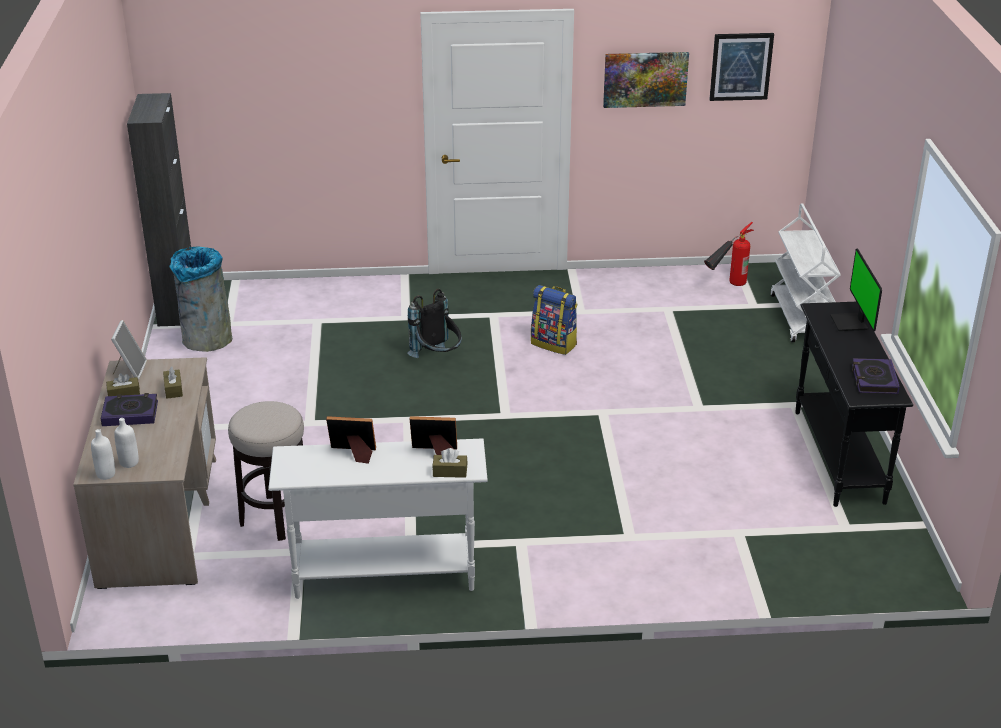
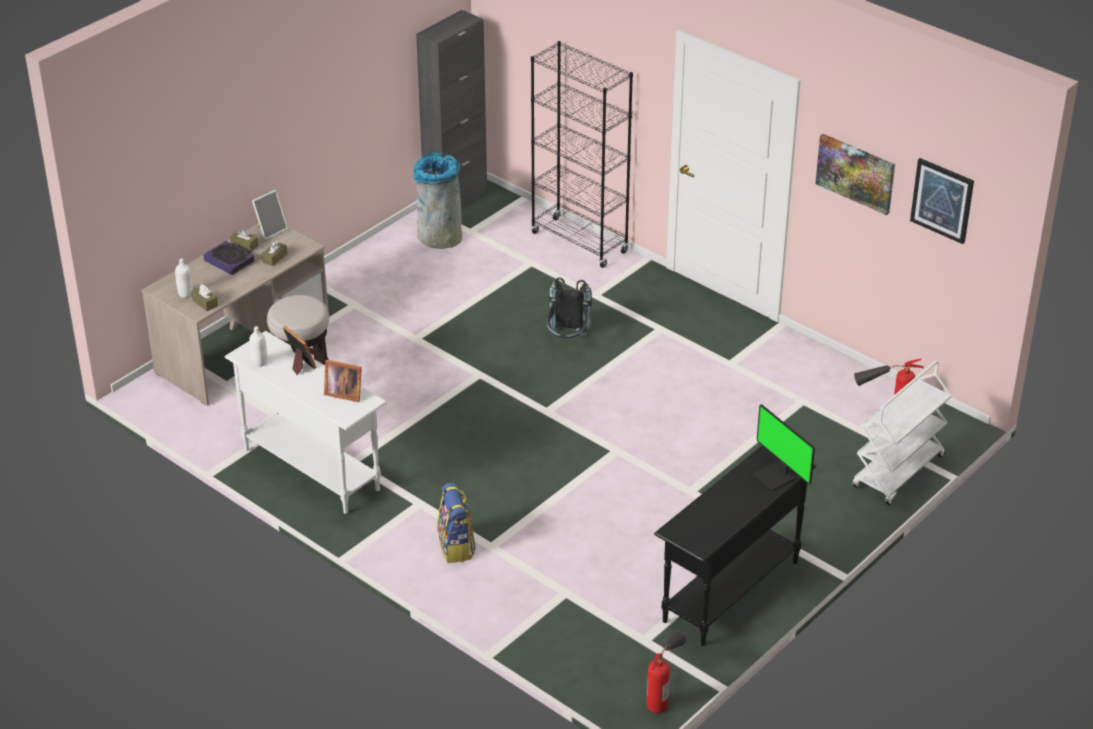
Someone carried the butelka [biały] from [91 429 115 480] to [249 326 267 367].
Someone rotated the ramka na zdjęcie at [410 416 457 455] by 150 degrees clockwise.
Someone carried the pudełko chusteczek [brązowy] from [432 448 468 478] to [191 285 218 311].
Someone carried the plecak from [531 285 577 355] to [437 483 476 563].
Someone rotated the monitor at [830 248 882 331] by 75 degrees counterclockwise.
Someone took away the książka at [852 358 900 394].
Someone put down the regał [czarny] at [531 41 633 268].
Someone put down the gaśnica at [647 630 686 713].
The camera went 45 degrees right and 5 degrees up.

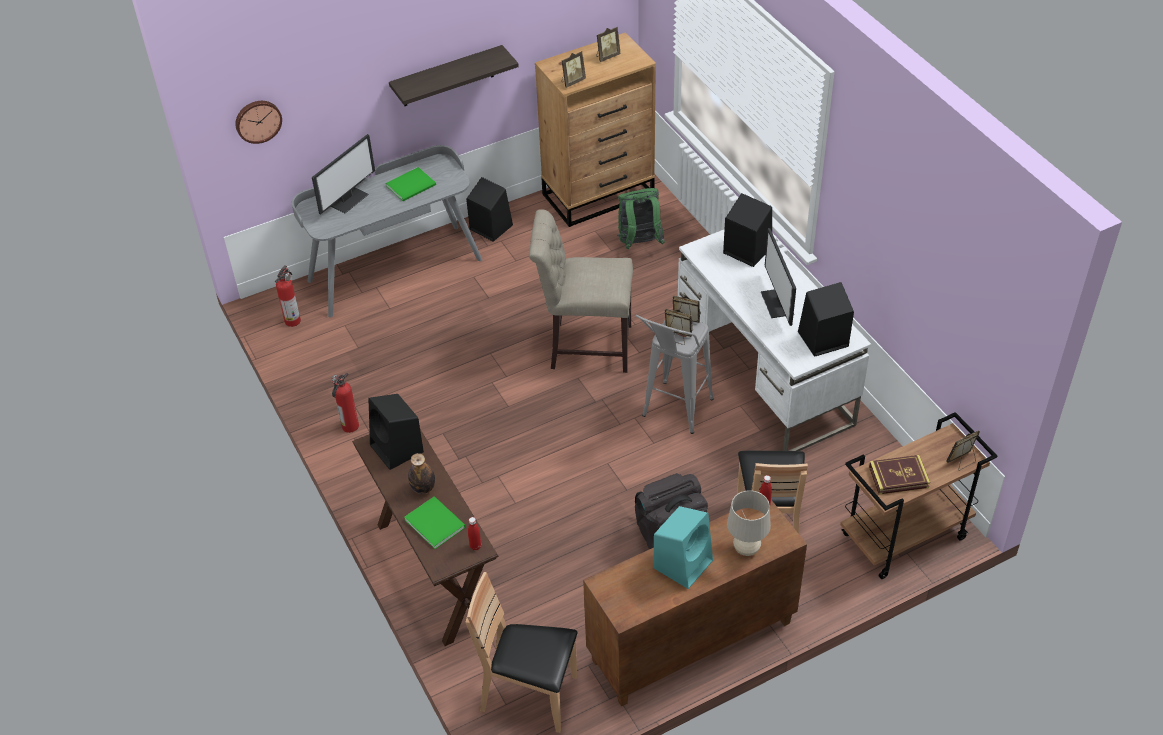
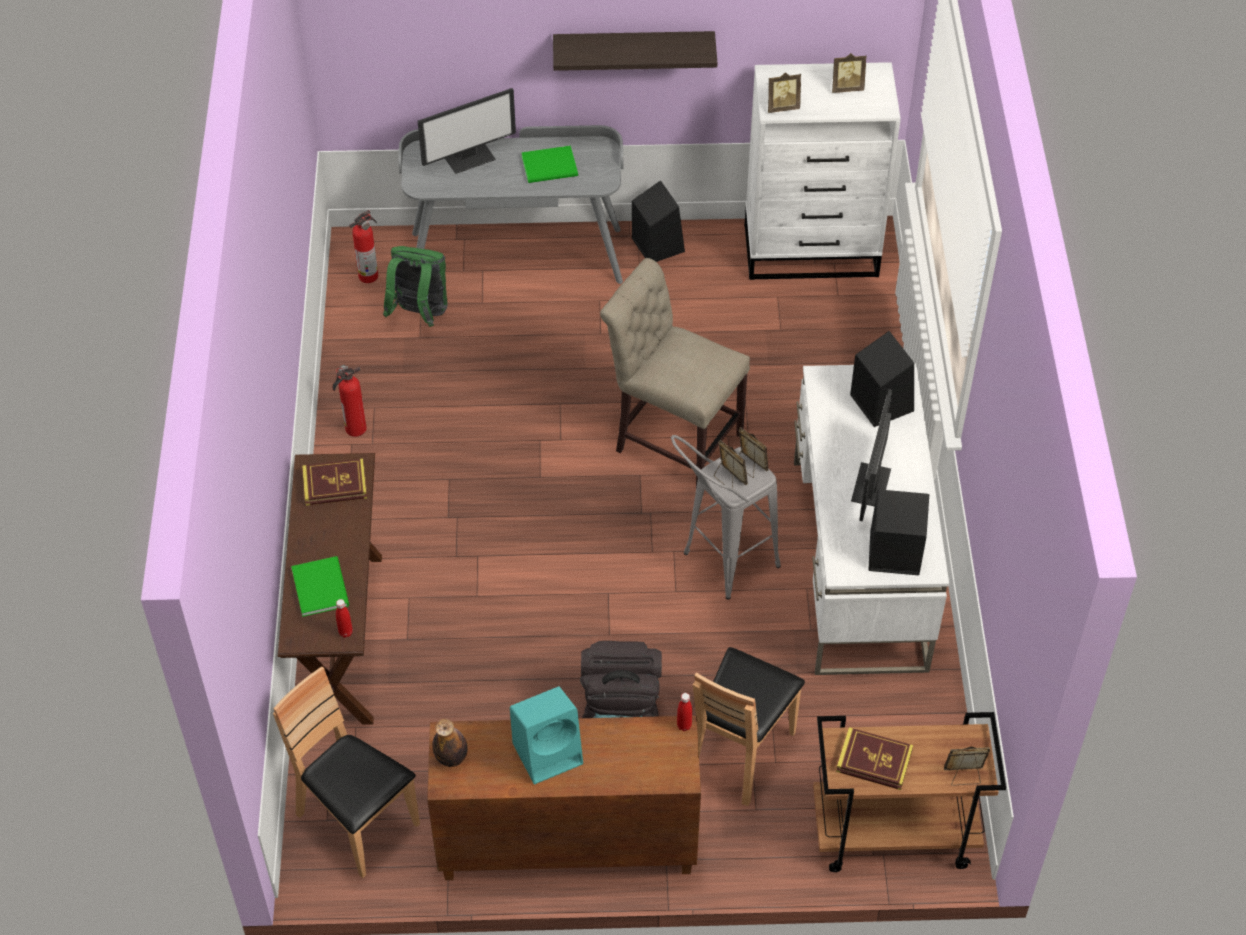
Someone took away the zegar ścienny at [235 101 282 144].
Someone swapped the głośnik [czarny] at [368 394 424 470] for the książka at [302 459 367 506].
Someone carried the butelka from [408 453 435 494] to [432 719 468 767].
Someone repainted the komoda [brązowy] at [535 33 656 227], which became the komoda [biały] at [744 62 901 280].
Someone carried the plecak [zielony] from [617 188 665 249] to [383 246 447 327].
Someone took away the lampa stołowa [beżowy] at [727 490 771 556].
The camera went 25 degrees right and 5 degrees up.

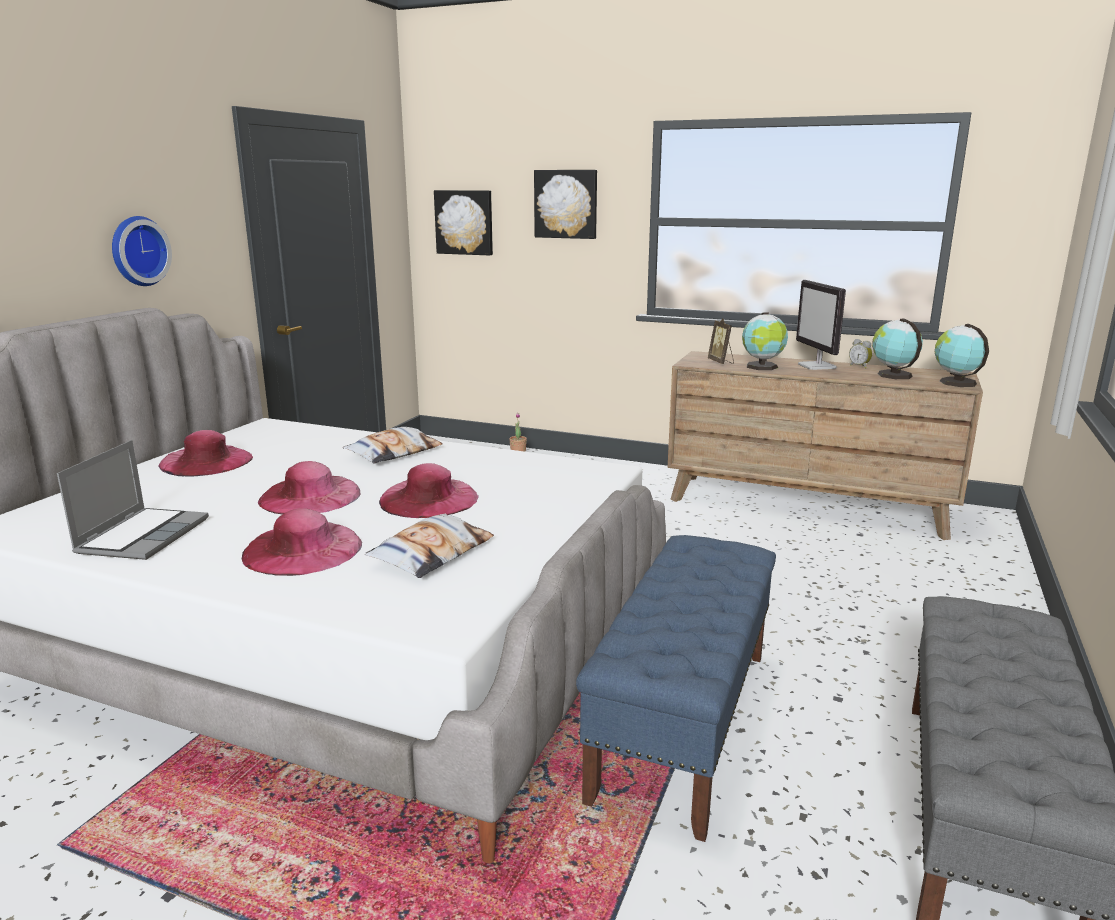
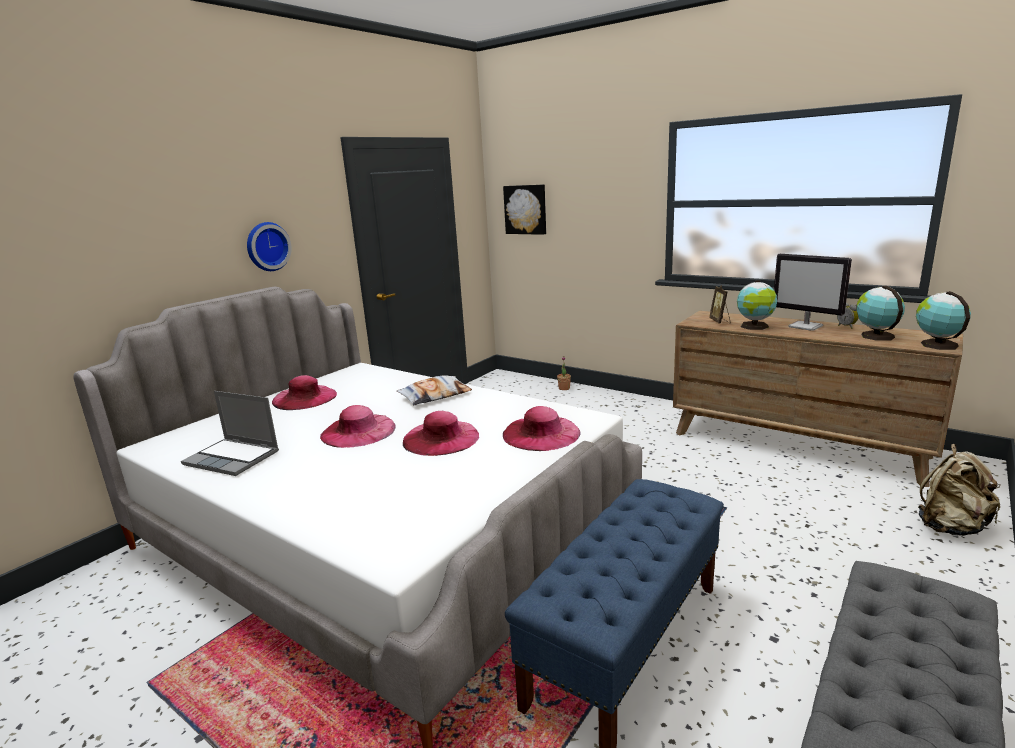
Someone rotated the laptop at [57 440 209 560] by 90 degrees clockwise.
Someone carried the kapelusz [różowy] from [242 508 362 576] to [503 406 581 451].
Someone took away the poduszka at [365 514 494 578].
Someone took away the obraz at [534 170 597 239].
Someone rotated the monitor at [796 280 846 370] by 45 degrees counterclockwise.
Someone put down the plecak [beżowy] at [918 444 1001 536].
The camera went 15 degrees right and 0 degrees up.

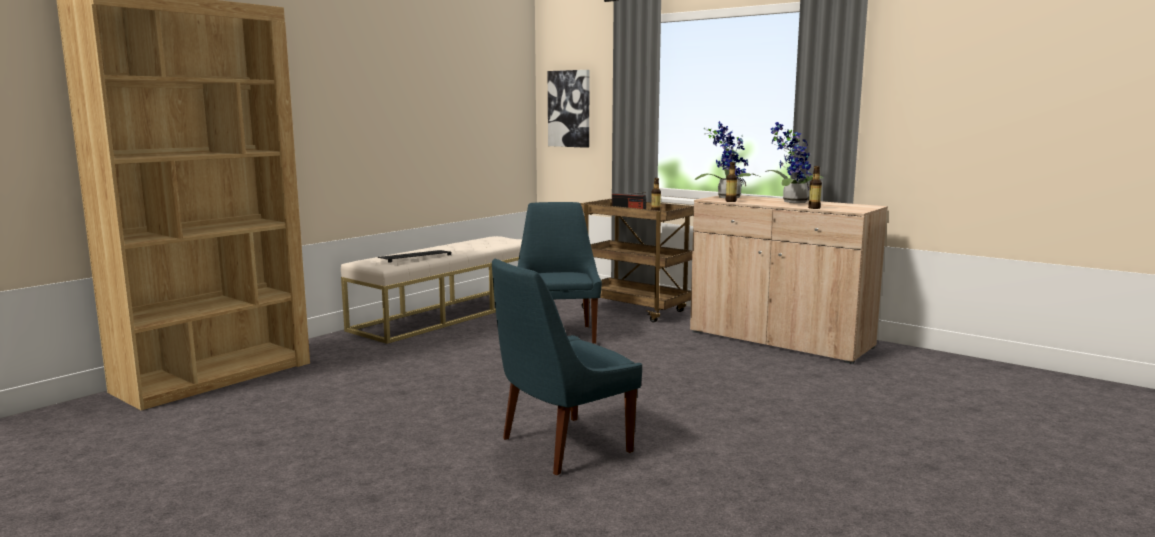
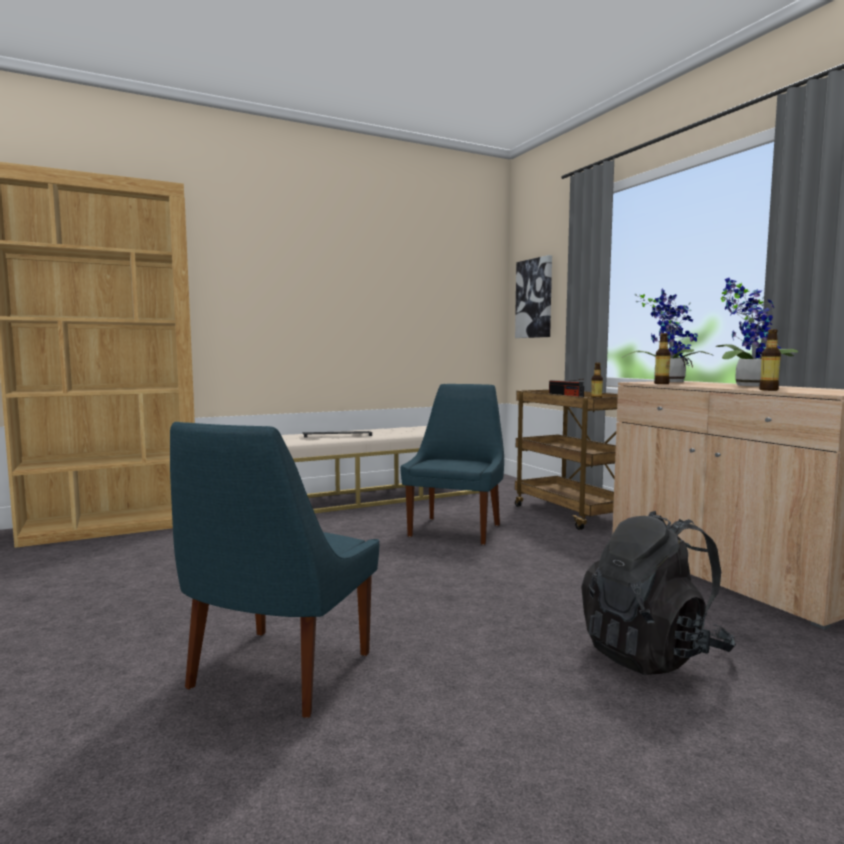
Someone rotated the krzesło [niebieski] at [492 259 642 475] by 60 degrees counterclockwise.
Someone put down the plecak [czarny] at [581 511 736 675].
The camera went 25 degrees right and 5 degrees down.

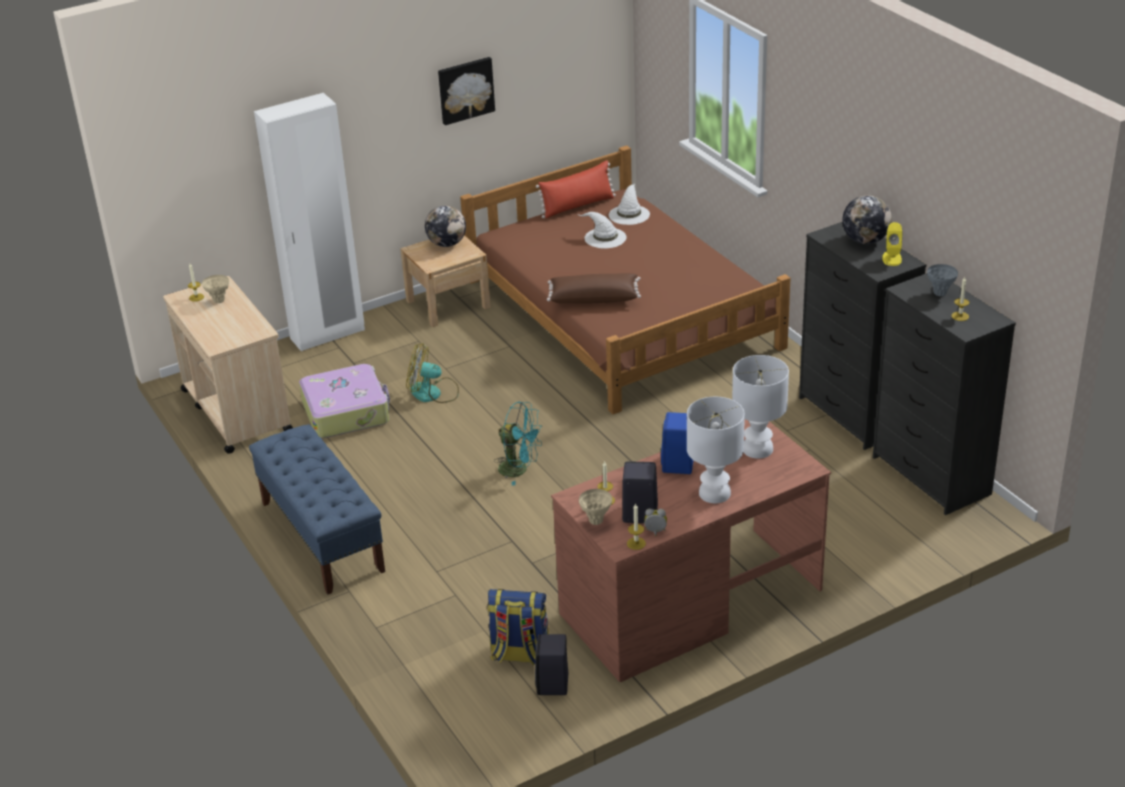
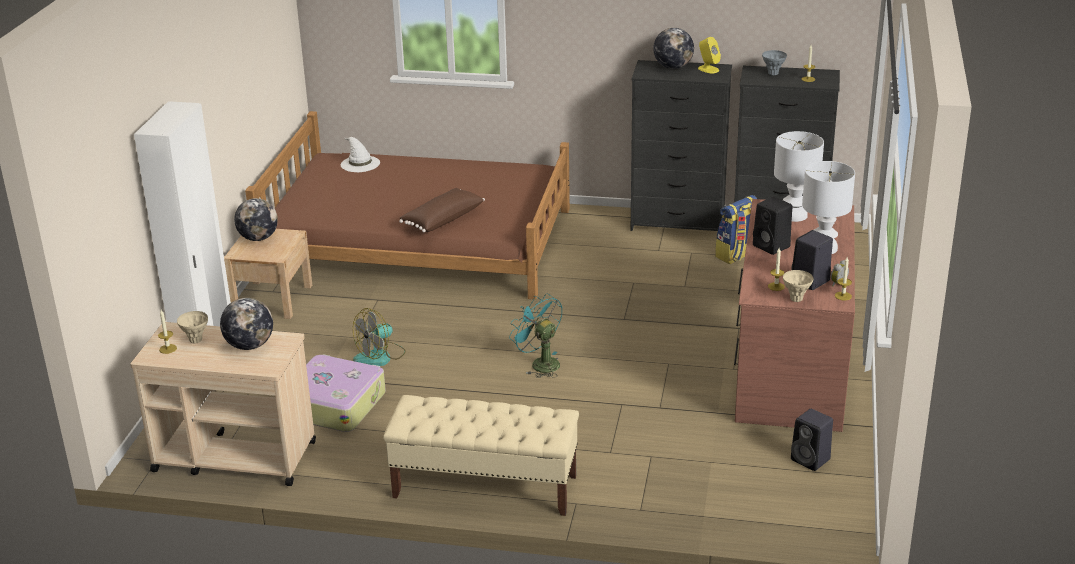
Someone repainted the ławka [niebieski] at [249 424 385 595], which became the ławka [beżowy] at [383 395 579 516].
Someone took away the obraz at [438 57 495 125].
Someone carried the plecak from [487 589 549 666] to [715 195 757 264].
Someone rotated the wentylator [turkusowy] at [495 402 543 485] by 105 degrees counterclockwise.
Someone took away the poduszka [czerwony] at [536 160 616 218].
Someone took away the kapelusz [biały] at [579 212 627 248].
Someone repainted the głośnik [niebieski] at [661 412 694 474], which became the głośnik [czarny] at [753 197 792 255].
Someone put down the globus at [220 298 273 350].
The camera went 50 degrees left and 5 degrees down.

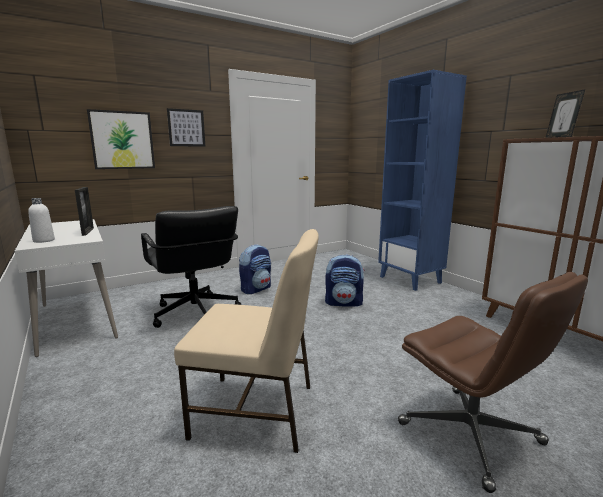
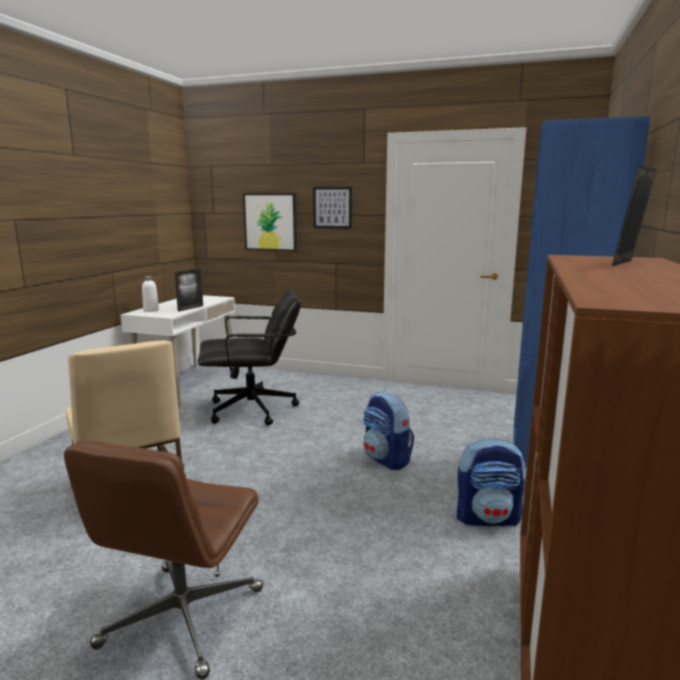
Someone rotated the krzesło biurowe [czarny] at [141 206 241 328] by 120 degrees counterclockwise.
Someone carried the plecak from [239 244 271 294] to [457 437 526 526].
The camera went 50 degrees right and 0 degrees up.

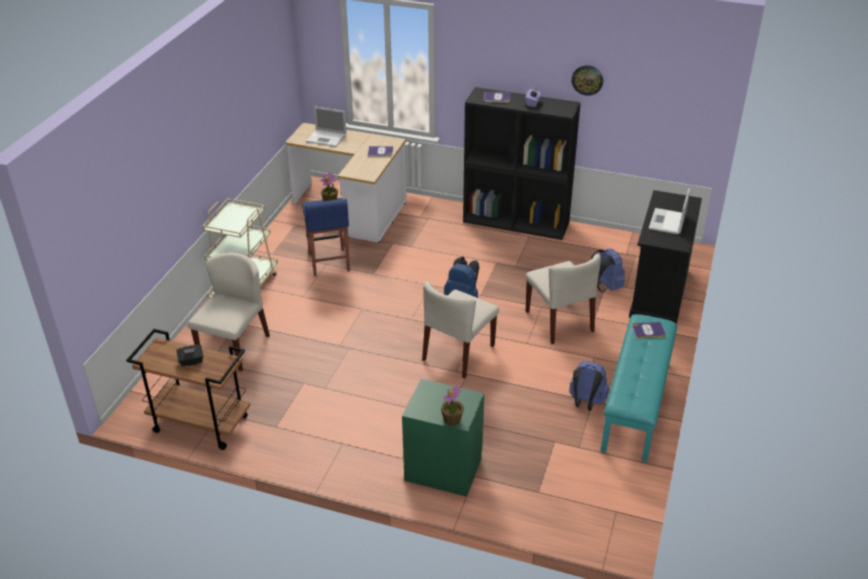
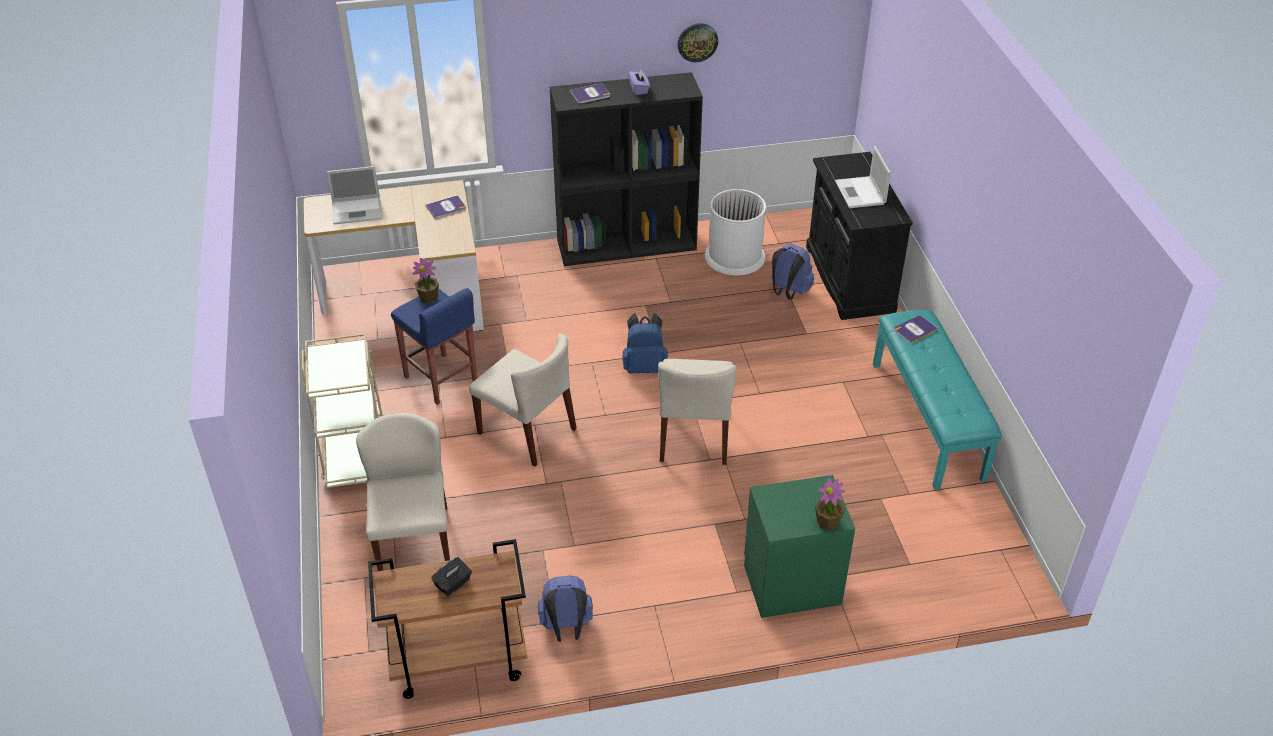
Someone carried the krzesło [beżowy] from [526 254 601 344] to [469 334 577 466].
Someone carried the plecak [niebieski] from [569 361 609 411] to [538 576 593 642].
Someone put down the kosz na śmieci [biały] at [705 189 766 275].
The camera went 30 degrees left and 5 degrees up.

